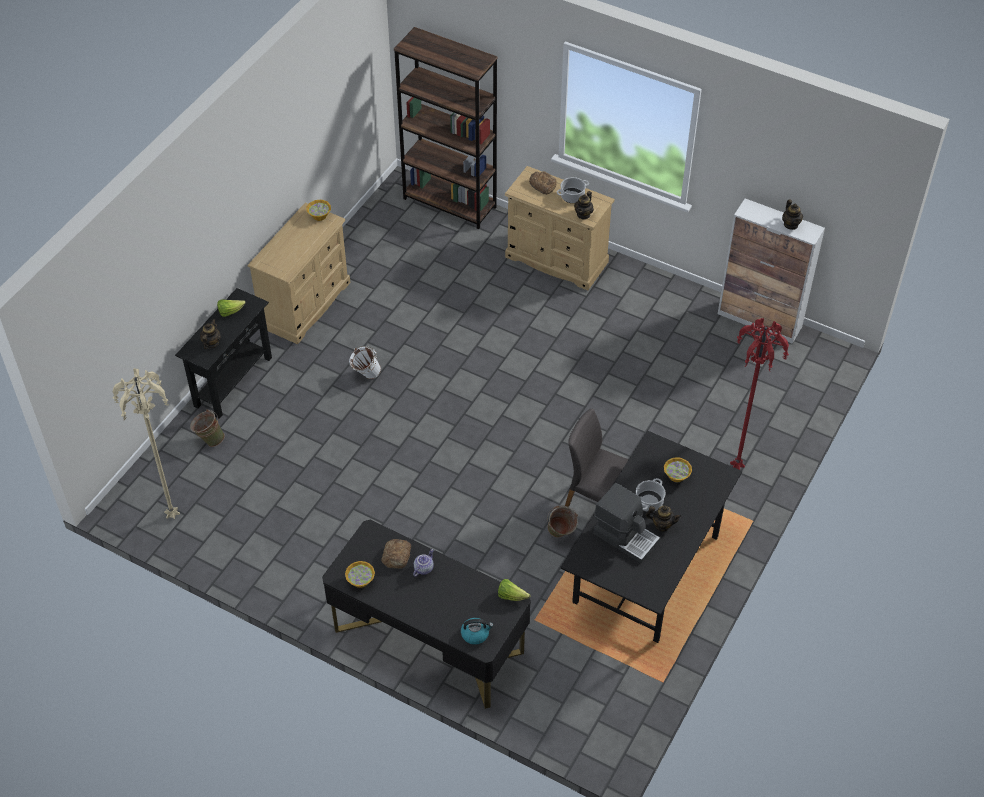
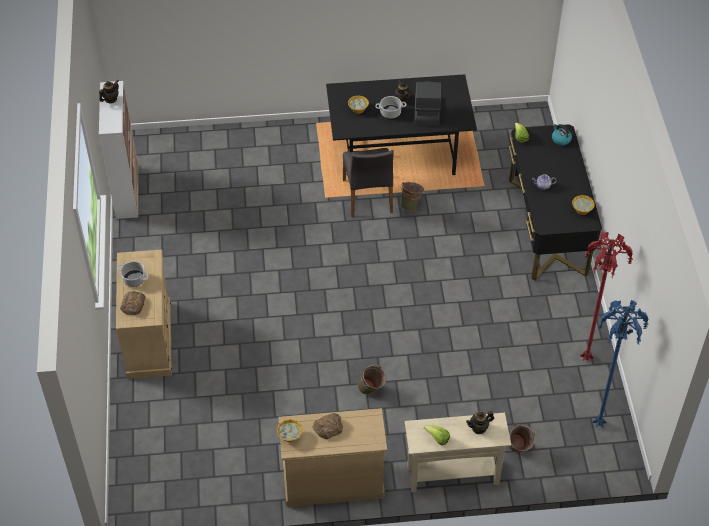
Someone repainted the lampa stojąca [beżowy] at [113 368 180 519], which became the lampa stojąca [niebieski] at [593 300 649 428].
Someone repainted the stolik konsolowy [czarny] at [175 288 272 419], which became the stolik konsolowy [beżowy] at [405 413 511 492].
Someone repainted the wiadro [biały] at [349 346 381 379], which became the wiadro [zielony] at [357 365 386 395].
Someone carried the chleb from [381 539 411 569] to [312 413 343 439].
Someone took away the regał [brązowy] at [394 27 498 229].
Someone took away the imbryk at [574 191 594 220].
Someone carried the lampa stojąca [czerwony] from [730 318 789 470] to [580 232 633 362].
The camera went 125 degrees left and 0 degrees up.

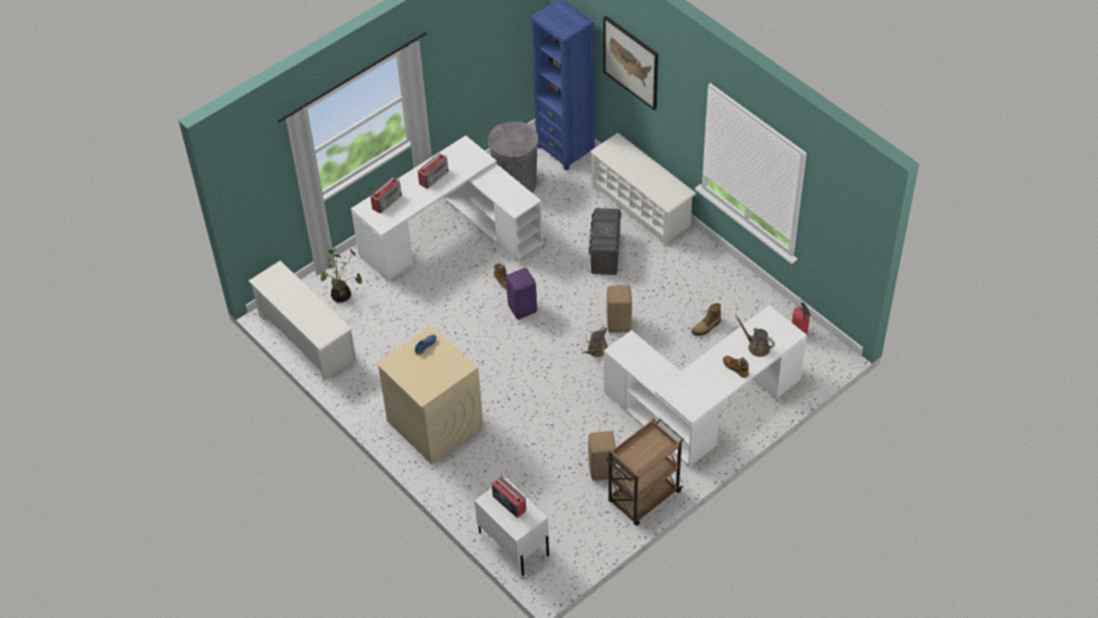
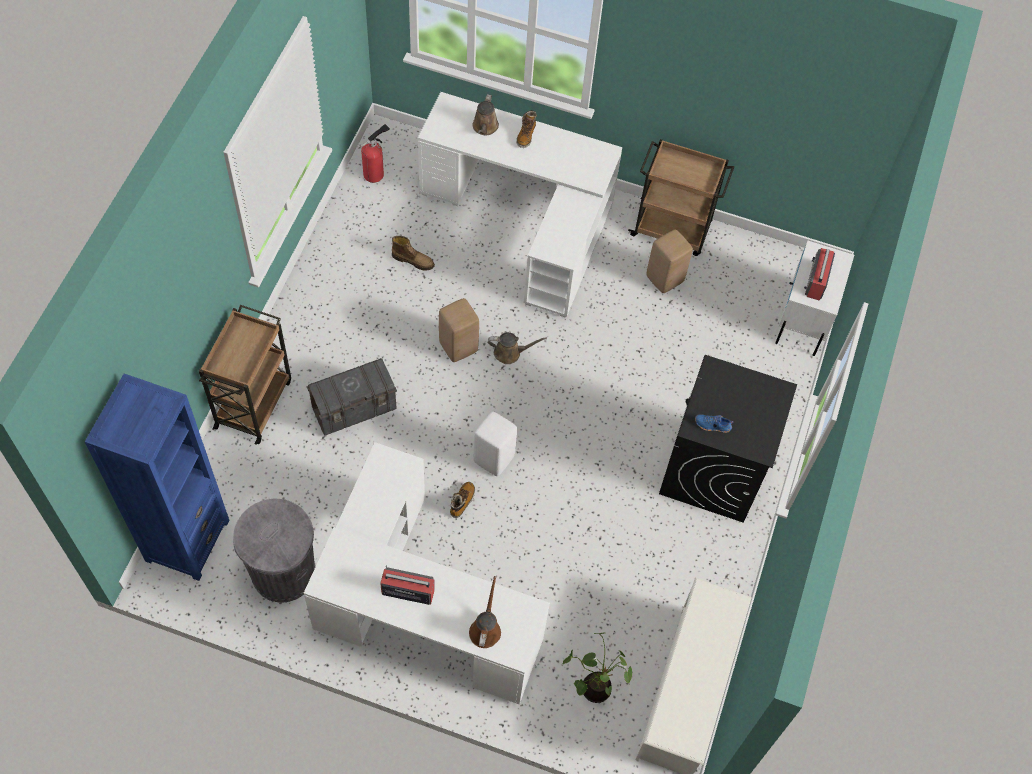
Someone swapped the radio at [370 177 402 214] for the konewka [brązowy] at [469 576 501 648].
Someone repainted the pralka [beżowy] at [376 325 484 464], which became the pralka [czarny] at [659 355 797 523].
Someone repainted the stołek [fioletowy] at [506 268 537 319], which became the stołek [biały] at [473 412 517 476].
Someone swapped the regał na buty [biały] at [590 133 696 246] for the wózek [brązowy] at [199 305 291 445].
Someone took away the obraz at [603 16 658 110].
The camera went 125 degrees left and 10 degrees up.

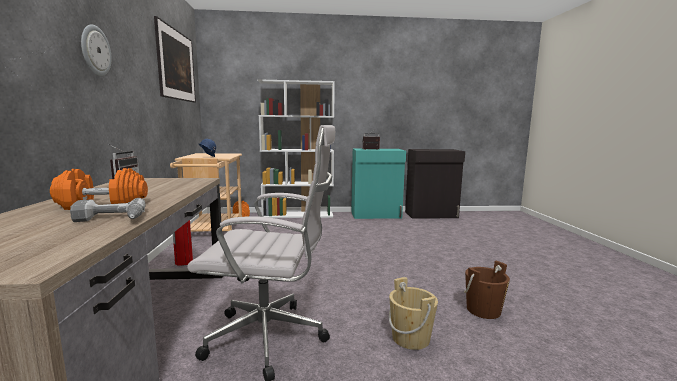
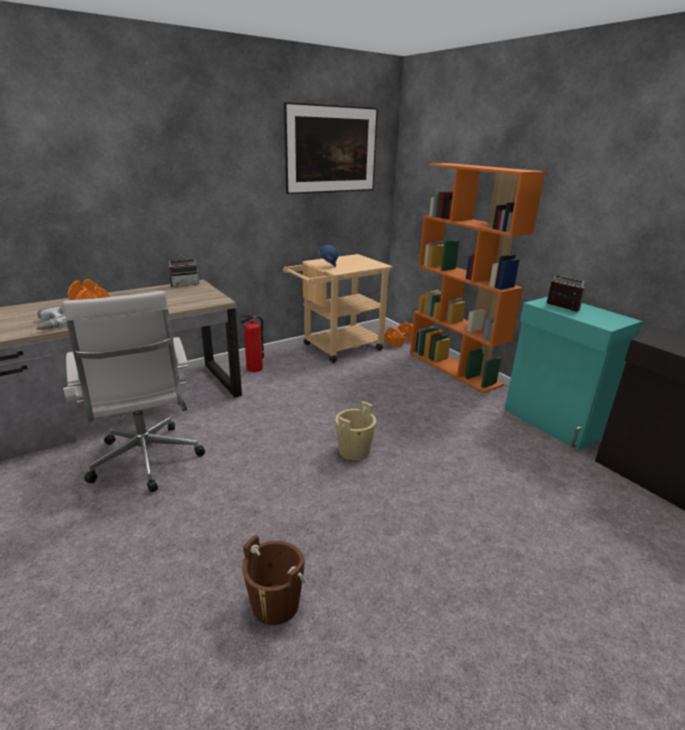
Someone took away the zegar ścienny at [81 24 112 76].
Someone repainted the regał [biały] at [258 79 335 218], which became the regał [pomarańczowy] at [410 163 546 393].
Someone carried the wiadro [beżowy] from [389 277 438 350] to [335 401 376 460].
The camera went 60 degrees right and 15 degrees up.

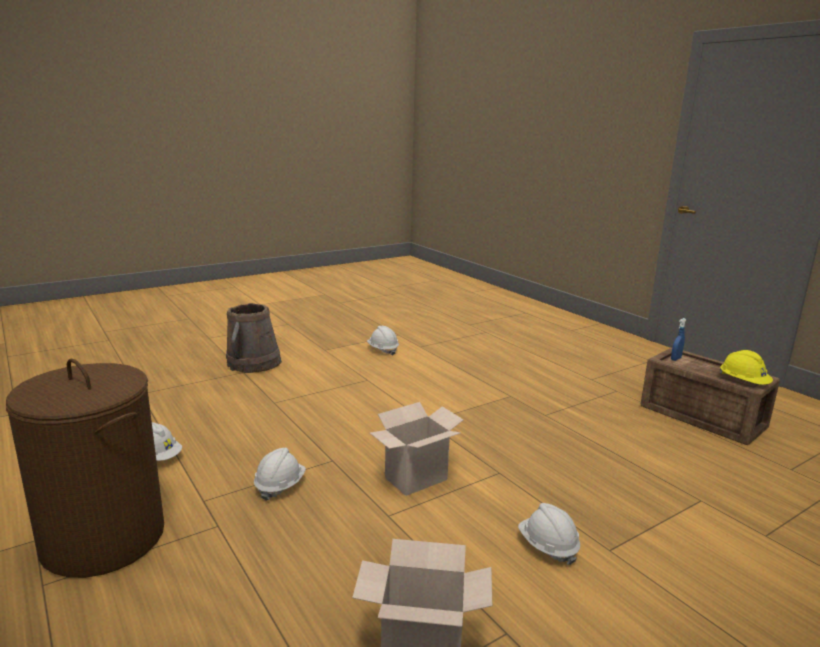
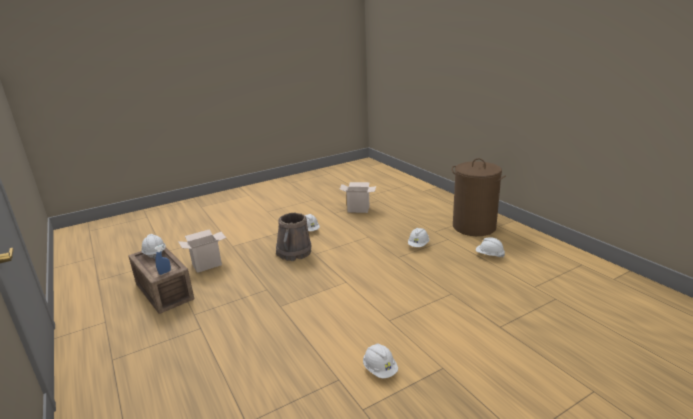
Someone carried the wiadro [brązowy] from [226 303 282 373] to [276 213 312 261].
Someone carried the karton from [370 402 463 496] to [178 229 226 273].
Someone repainted the kask [żółty] at [720 350 773 385], which became the kask [biały] at [141 234 166 259].
The camera went 175 degrees left and 5 degrees up.

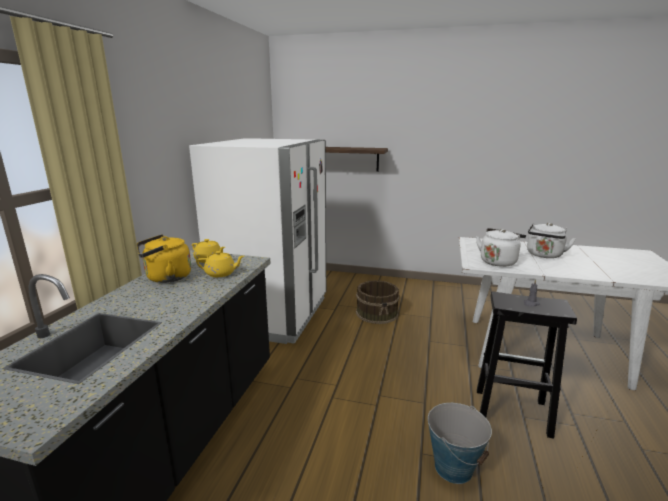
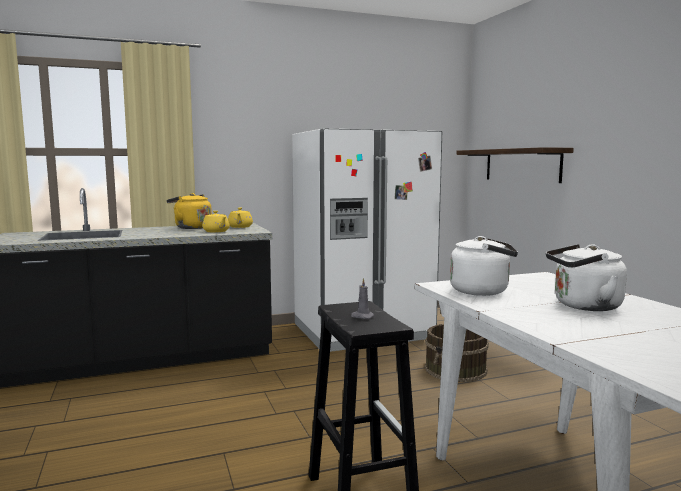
Someone took away the wiadro at [428 403 492 484].
The camera went 55 degrees right and 10 degrees down.

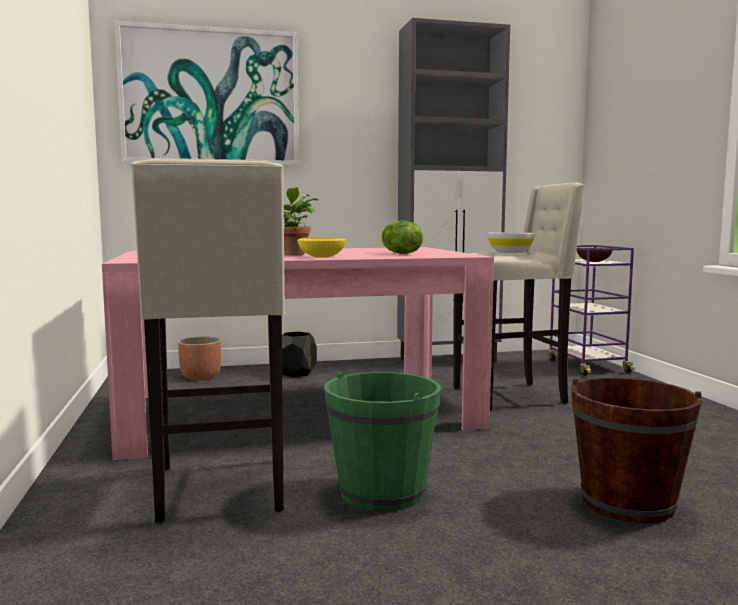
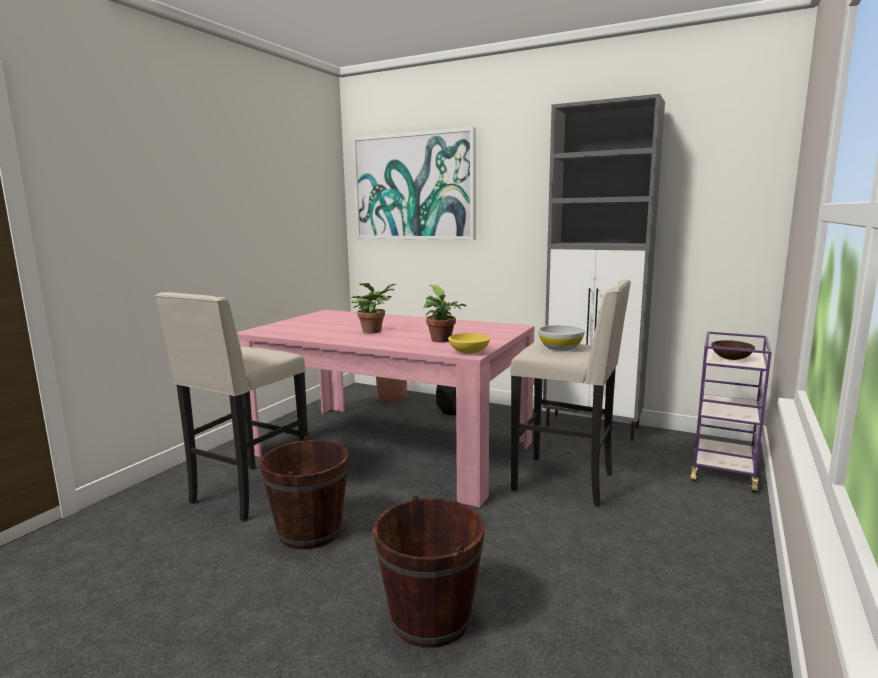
Someone carried the miska [żółty] from [297 238 346 258] to [448 333 490 354].
Someone repainted the wiadro [zielony] at [324 372 441 511], which became the wiadro [brązowy] at [260 437 349 549].
Someone swapped the sałata at [381 220 423 254] for the roślina doniczkowa at [424 285 466 342].
The camera went 40 degrees right and 5 degrees up.

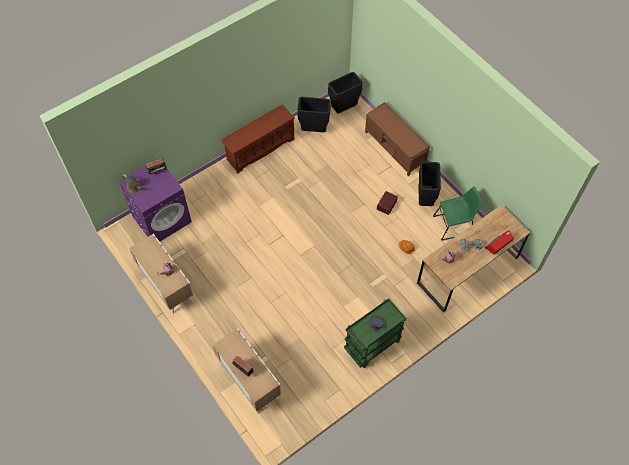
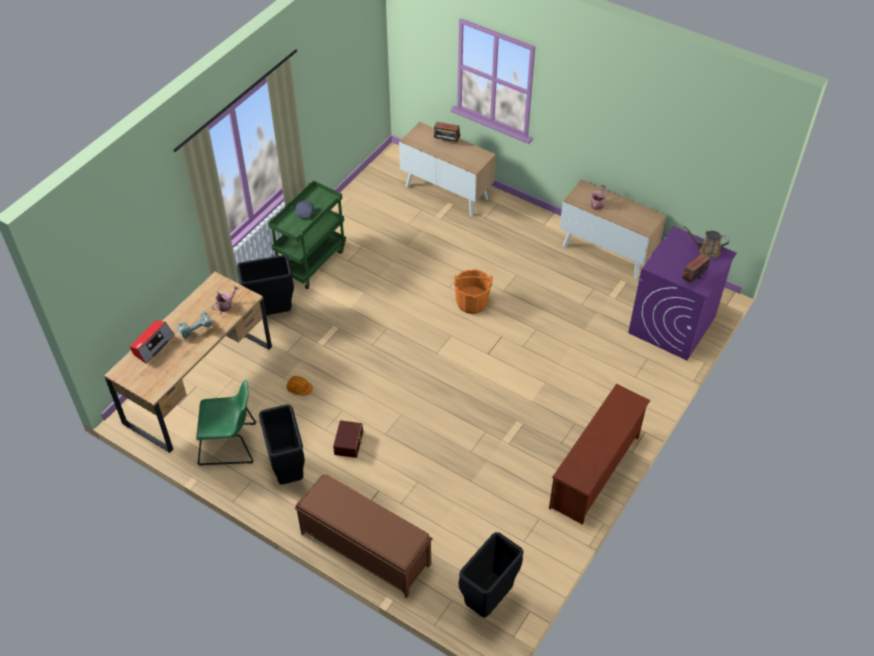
Someone carried the kosz na śmieci [czarny] from [297 97 331 132] to [237 255 294 315].
Someone rotated the krzesło [zielony] at [433 187 482 241] by 150 degrees counterclockwise.
Someone put down the wiadro [pomarańczowy] at [454 269 493 314].
The camera went 160 degrees right and 10 degrees down.

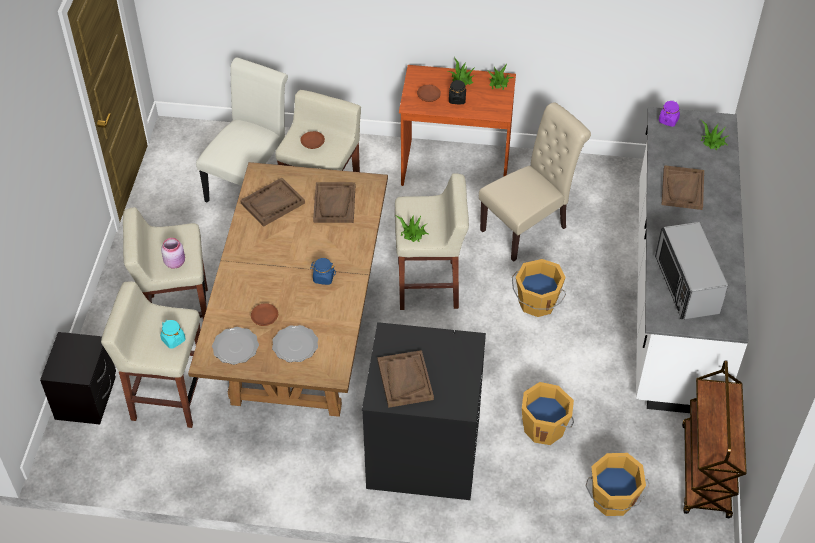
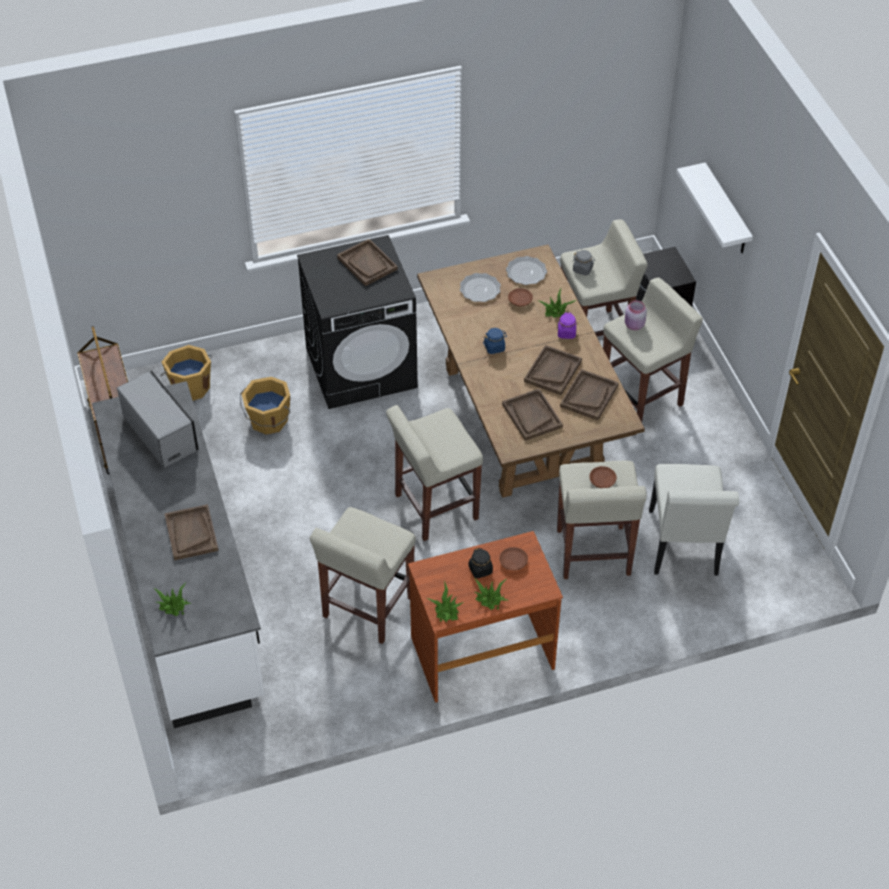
Someone repainted the słoik [turkusowy] at [160 320 185 349], which became the słoik [szary] at [572 250 595 275].
Someone carried the roślina doniczkowa from [395 215 430 242] to [537 289 577 318].
Someone swapped the krzesło [beżowy] at [479 103 591 262] for the stołek [beżowy] at [310 507 416 644].
Someone took away the wiadro [pomarańczowy] at [512 259 566 317].
Someone carried the słoik [fioletowy] from [659 101 680 127] to [558 312 576 339].
Someone put down the taca [brązowy] at [524 345 582 395].
Someone put up the półka [biały] at [676 162 753 253].
The camera went 155 degrees right and 0 degrees up.

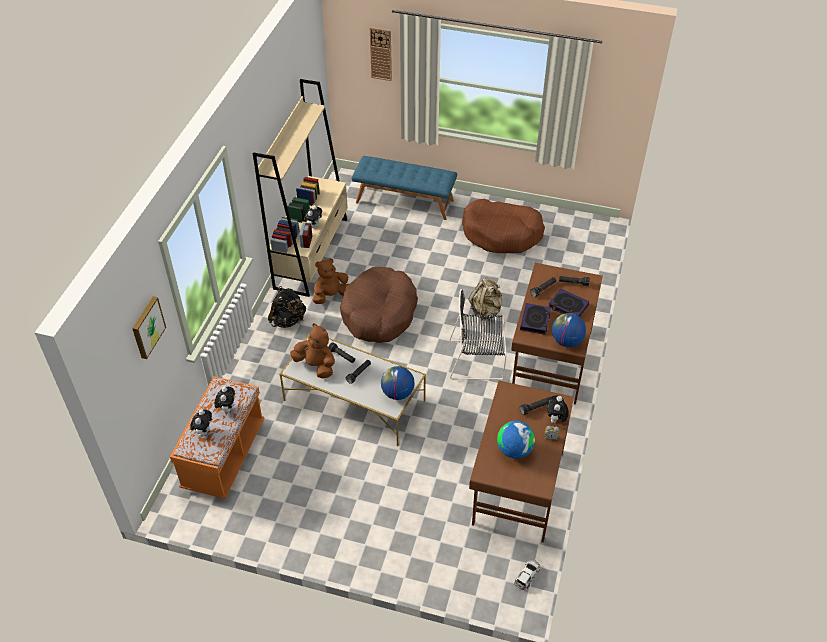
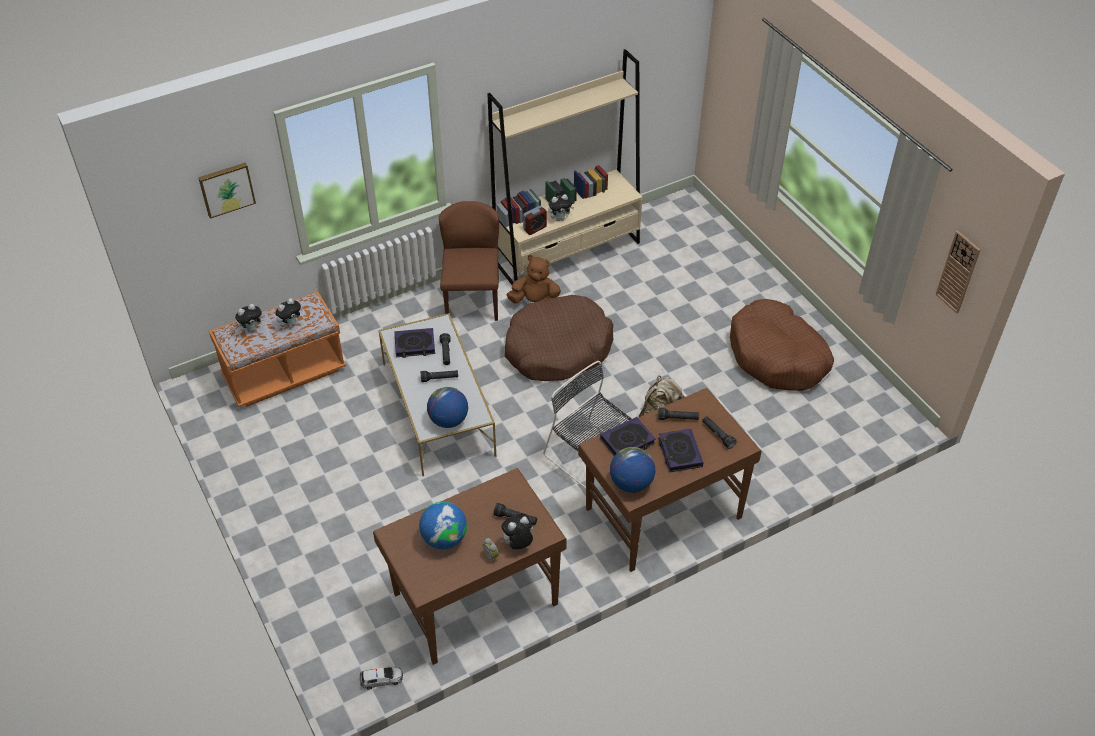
Someone swapped the plecak [czarny] at [268 286 306 328] for the krzesło [brązowy] at [439 201 499 321].
Someone swapped the pluszak [brązowy] at [290 323 335 378] for the książka at [394 328 435 358].
Someone took away the ławka [niebieski] at [352 156 457 220].
Someone carried the zegar ścienny from [370 27 392 81] to [936 231 980 313].
The camera went 45 degrees right and 0 degrees up.

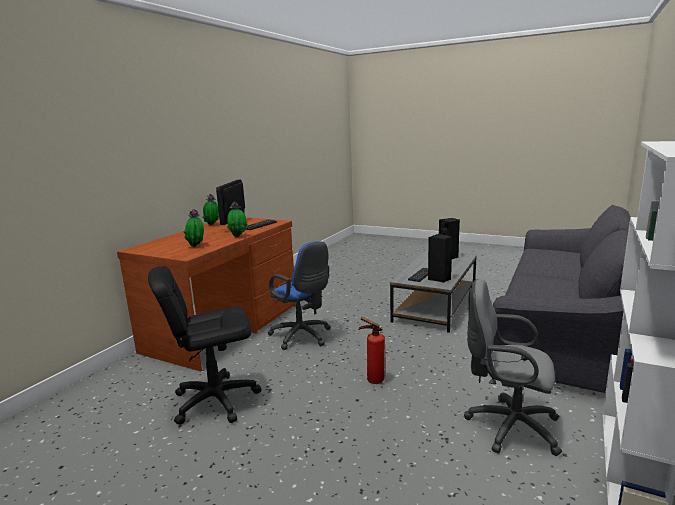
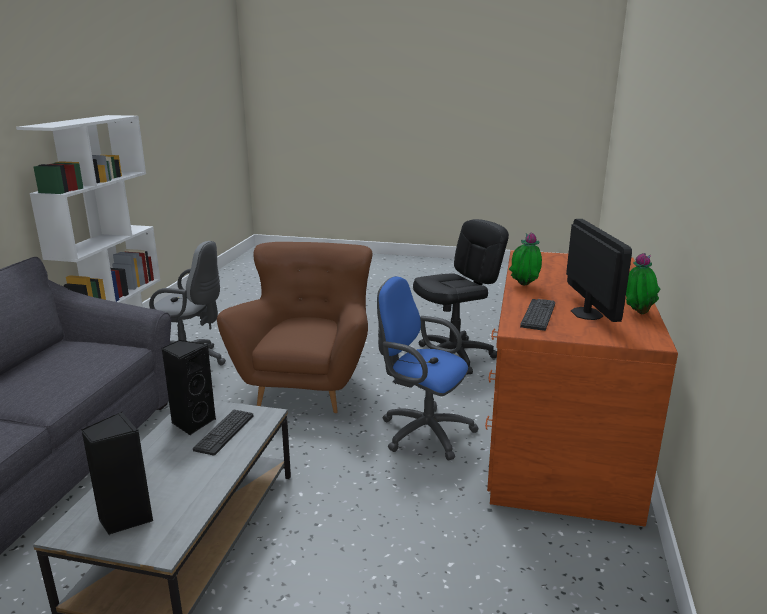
Someone took away the roślina doniczkowa at [184 209 204 247].
Someone swapped the gaśnica at [358 317 385 384] for the fotel [brązowy] at [217 242 373 413].
The camera went 165 degrees right and 5 degrees up.

